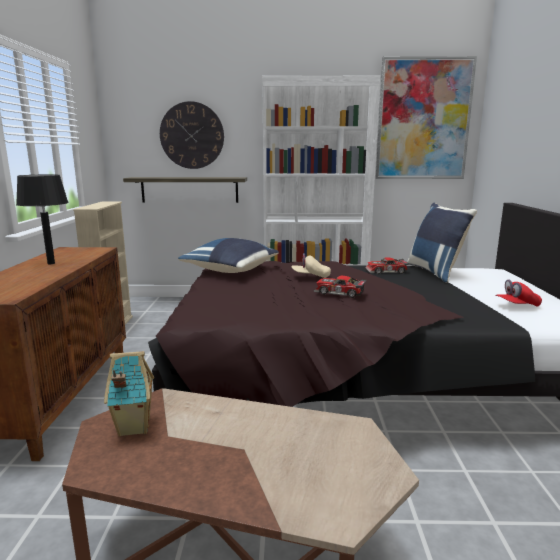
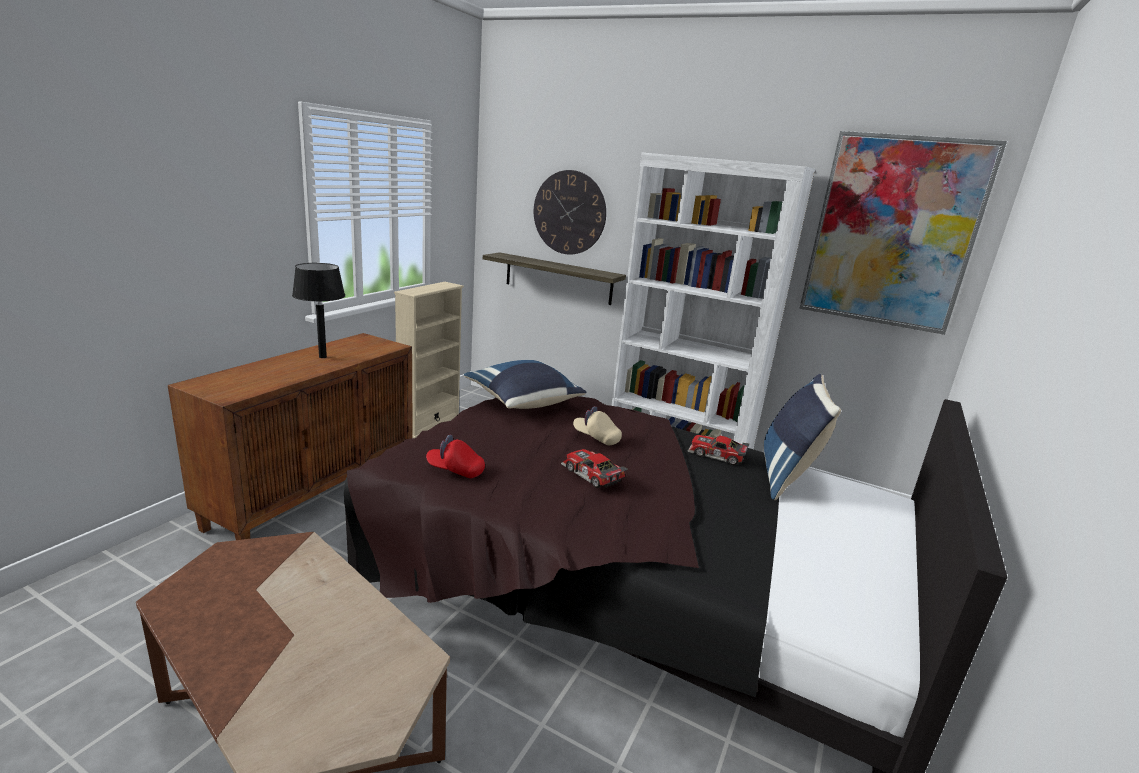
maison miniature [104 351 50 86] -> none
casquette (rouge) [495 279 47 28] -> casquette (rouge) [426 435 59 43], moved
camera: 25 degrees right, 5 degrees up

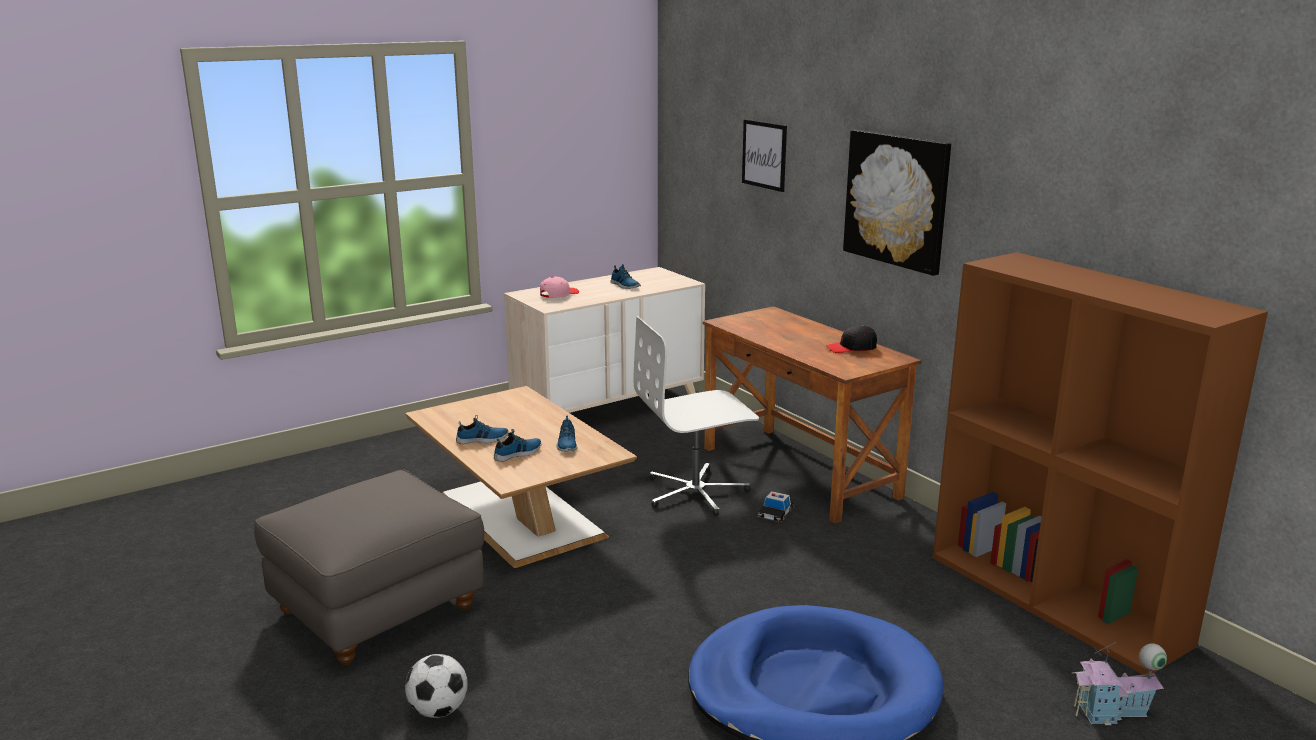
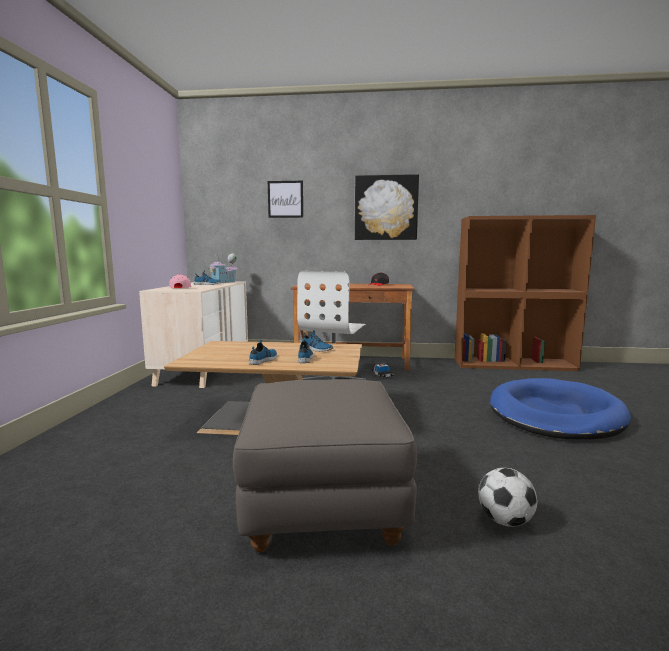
maison miniature [1072 642 95 83] -> maison miniature [208 252 30 32], moved
camera: 50 degrees left, 10 degrees down

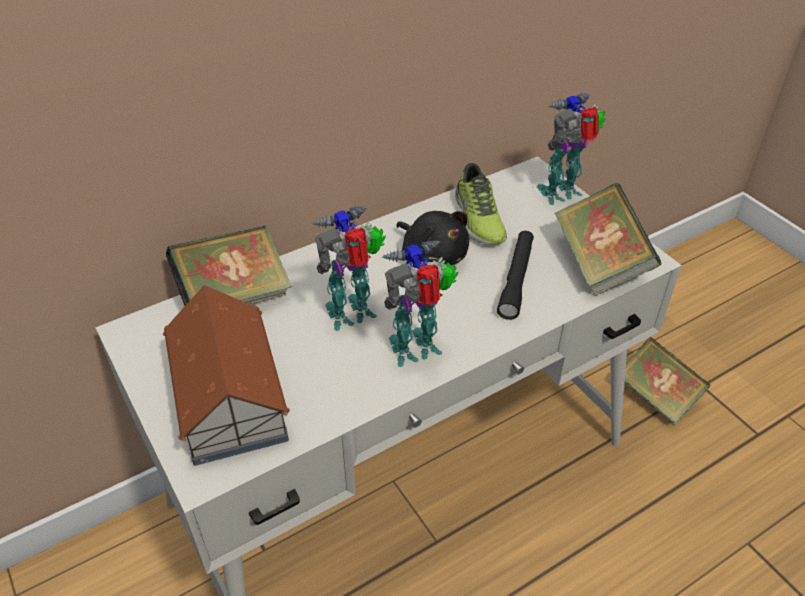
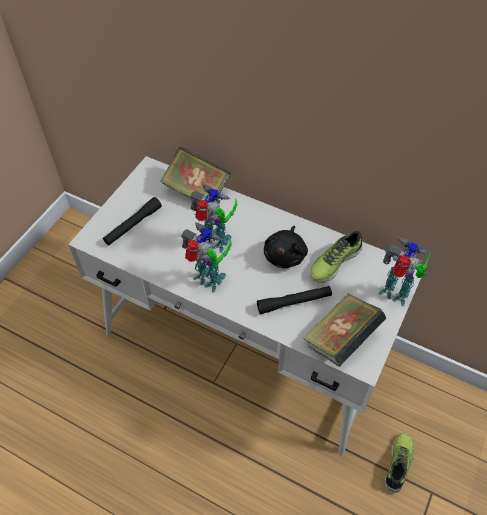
maison miniature [163 285 127 181] -> lampe de poche (noir) [103 197 59 48]
livre [625 337 85 88] -> chaussure [384 433 30 60]
camera: 60 degrees right, 10 degrees up

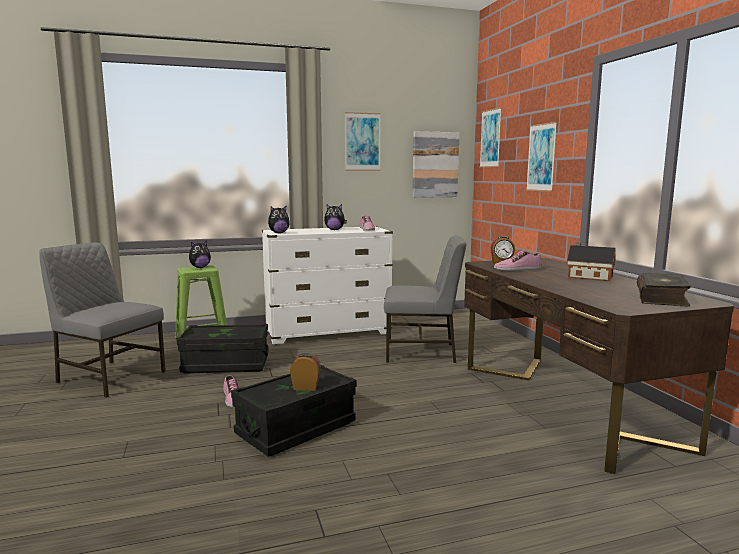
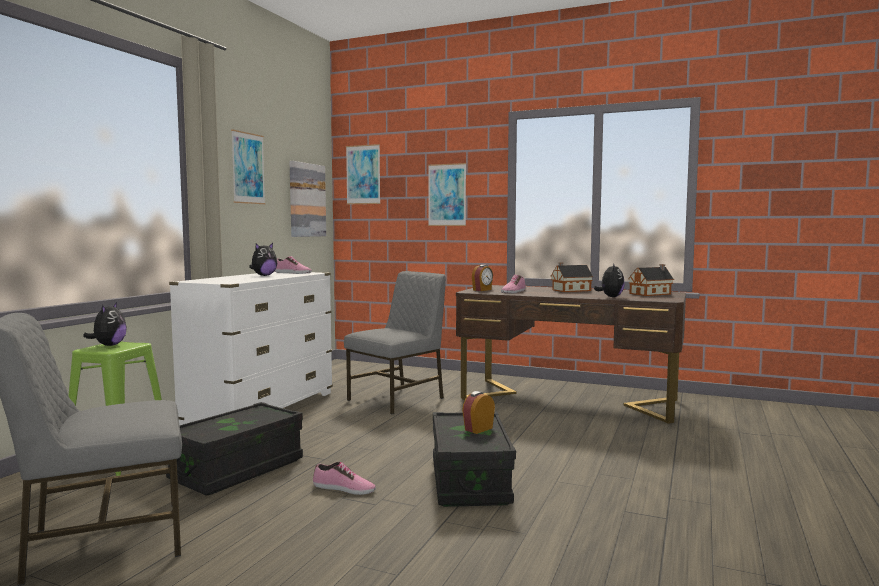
peluche [268 206 22 27] -> peluche [594 264 31 33], moved
livre [637 273 54 33] -> maison miniature [628 264 46 32]
camera: 50 degrees left, 5 degrees down

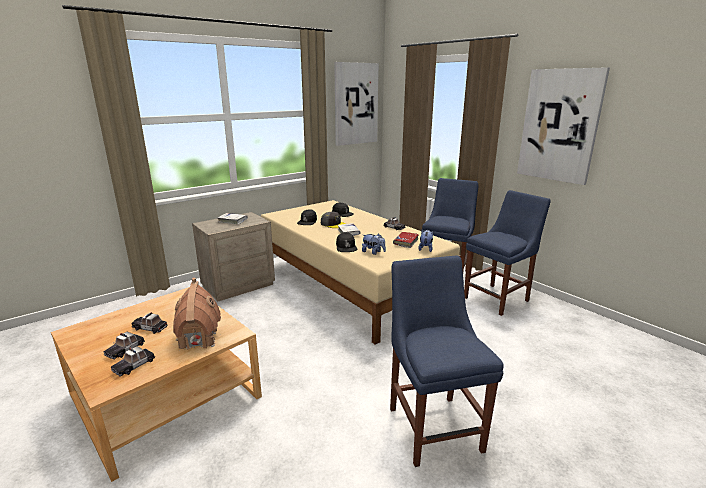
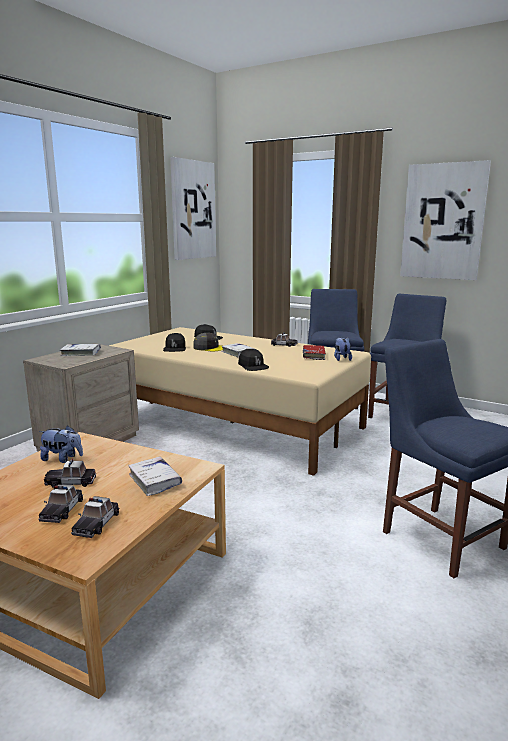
peluche [362 233 24 22] -> peluche [39 426 44 37], moved
maison miniature [173 278 48 72] -> livre (blanc) [128 457 54 39]
camera: 20 degrees left, 5 degrees down

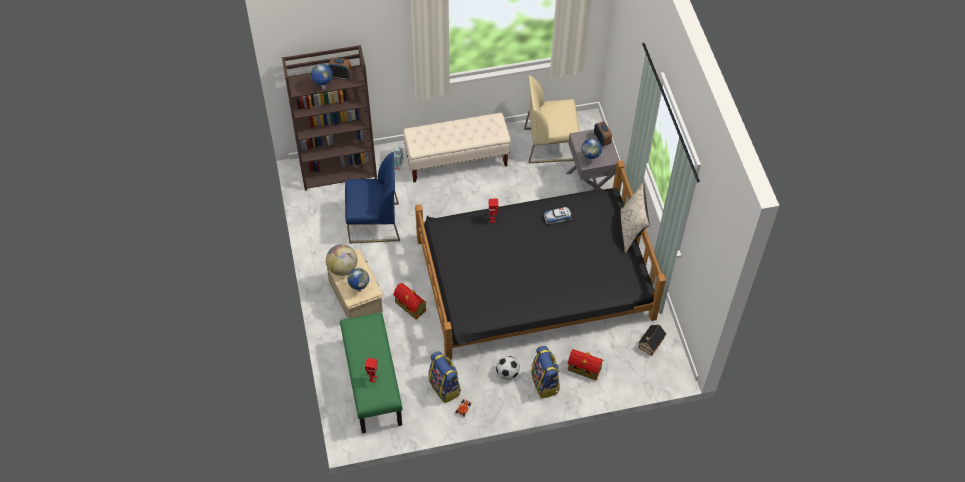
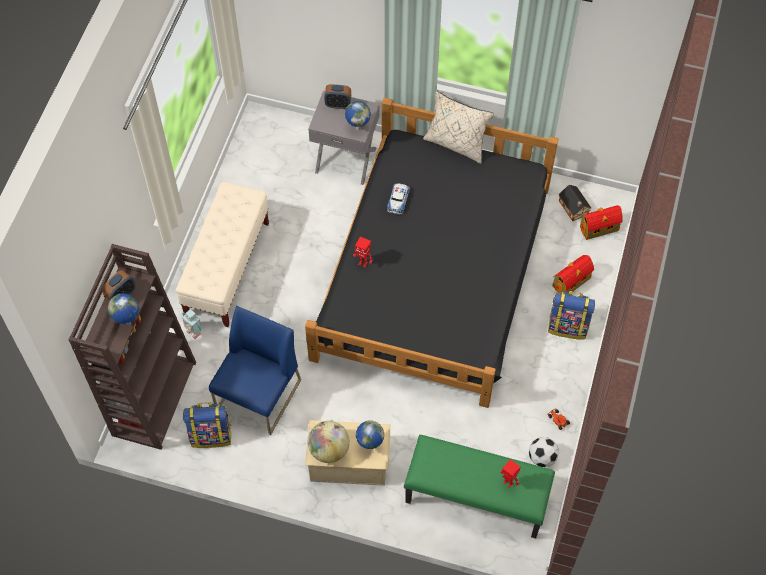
chaise (beige) [524 76 56 87] -> none
maison miniature [393 283 33 37] -> maison miniature [580 205 43 35], moved
sac à dos [428 351 33 52] -> sac à dos [183 402 49 46], moved
ballon de foot [496 356 24 24] -> ballon de foot [529 437 30 30], moved
camera: 60 degrees left, 5 degrees up

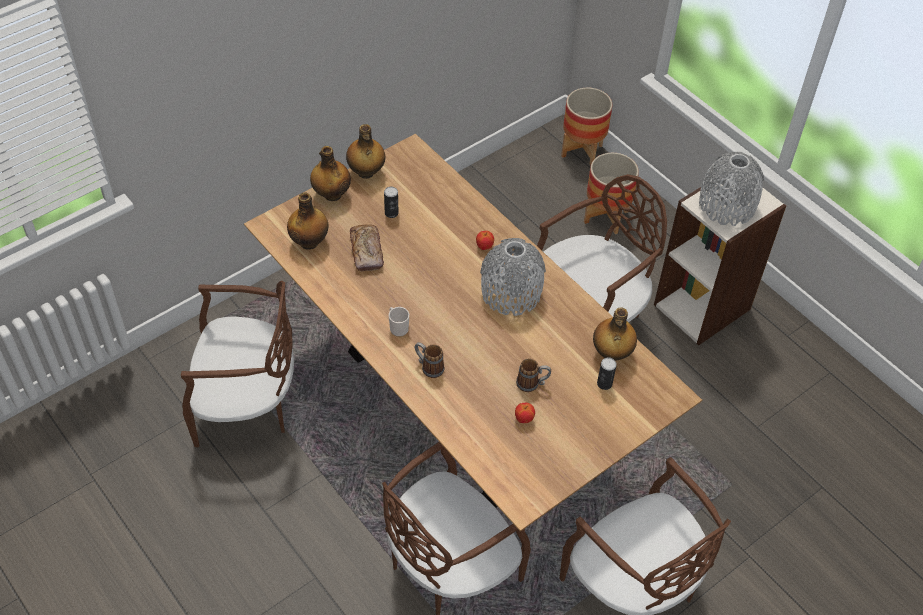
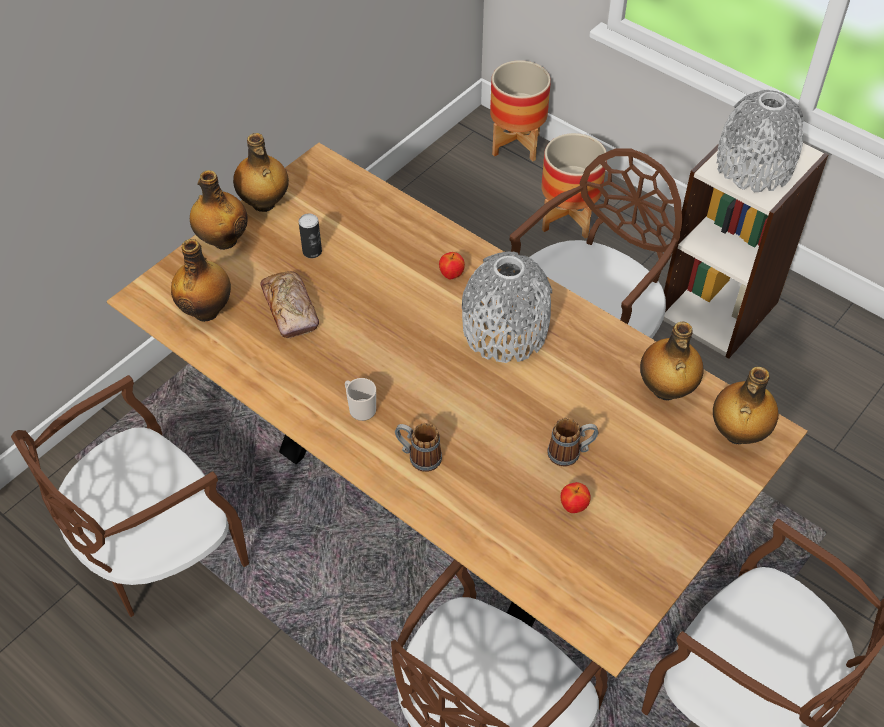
boîte métallique [597 357 20 33] -> none
none -> bouteille [713 367 65 77]
chaise (marron) [181 281 113 166] -> chaise (marron) [11 375 238 242], 150 degrees clockwise
camera: 10 degrees left, 0 degrees up

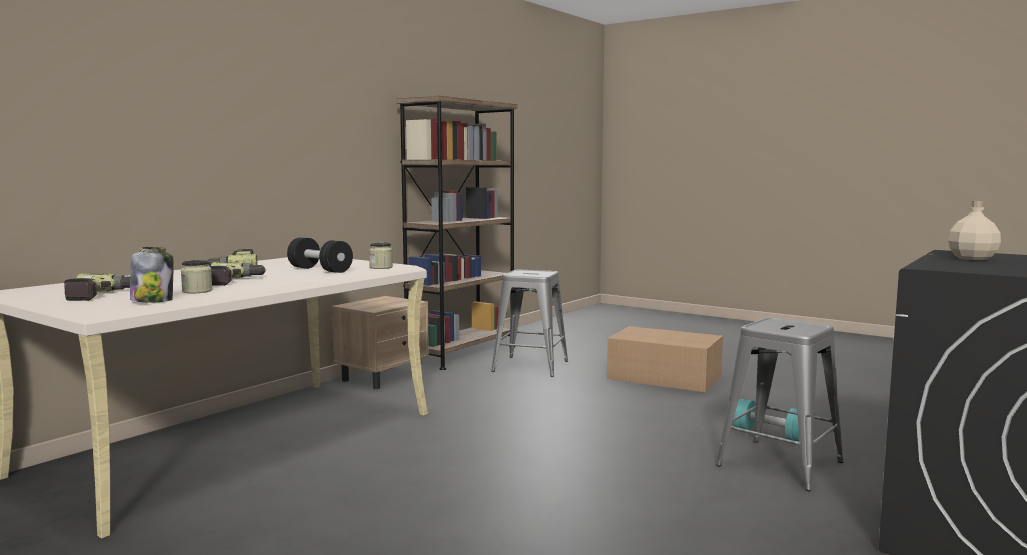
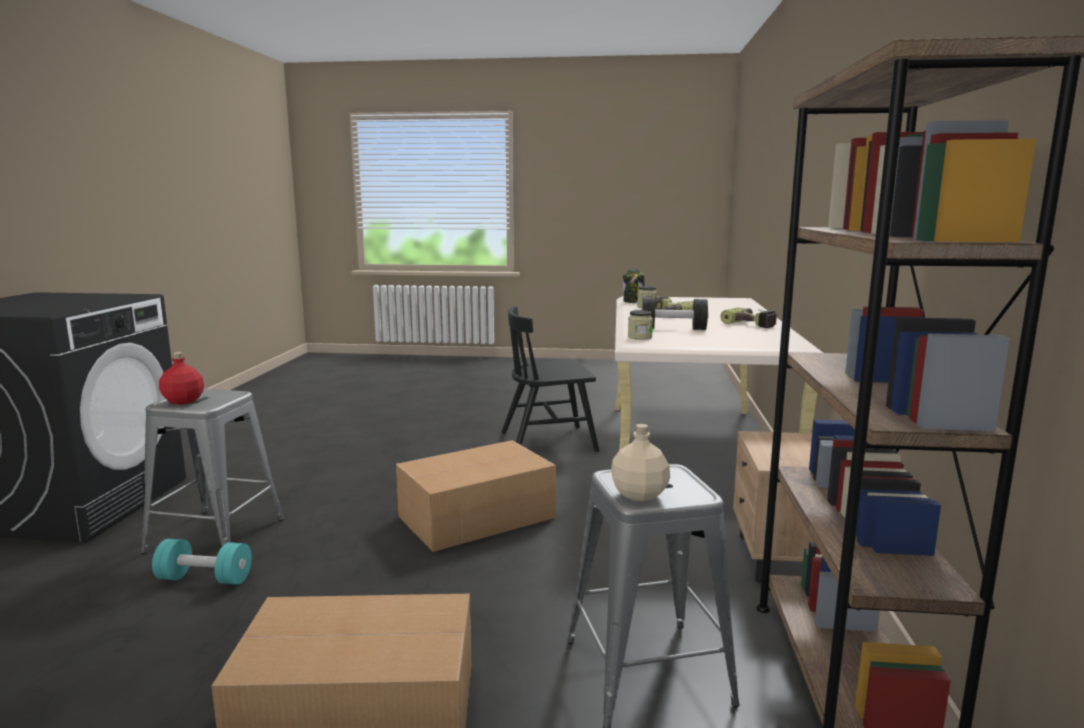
perceuse [64 273 66 28] -> none
none -> bouteille (rouge) [159 352 45 53]
none -> carton [396 440 160 112]
none -> chaise (noir) [501 306 98 146]
bouteille (beige) [948 201 53 59] -> bouteille (beige) [611 424 59 78], moved
camera: 150 degrees right, 5 degrees up

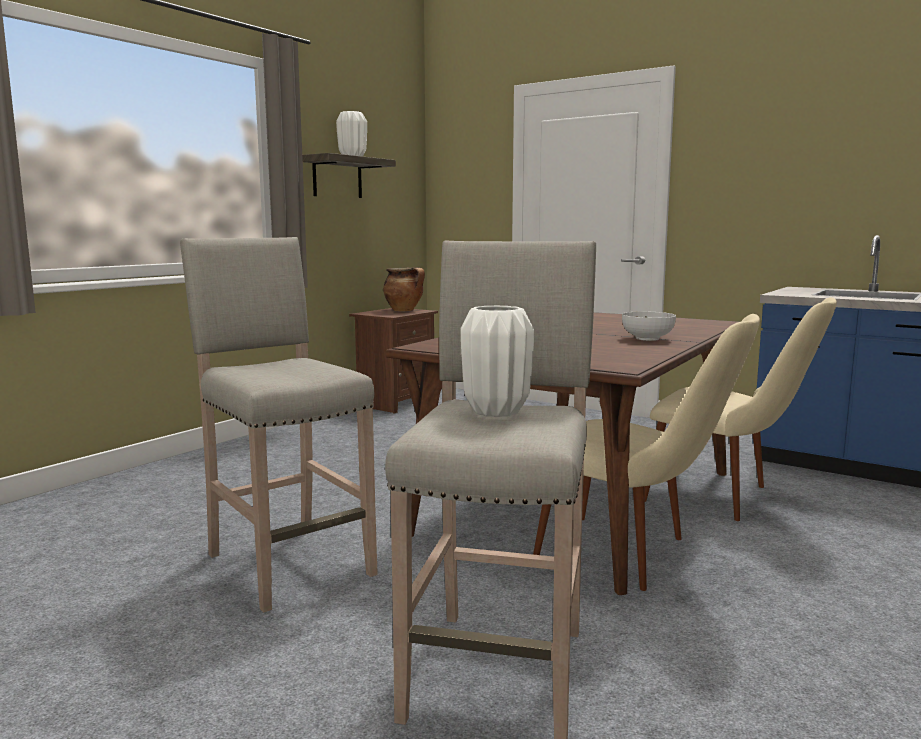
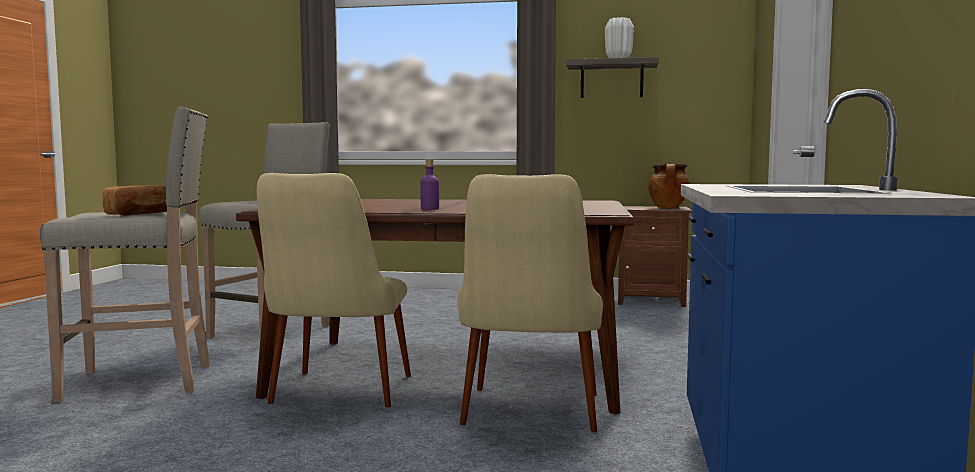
vase (blanc) [461 306 73 111] -> pain [102 185 65 31]
bol [622 311 54 30] -> bouteille (violet) [420 160 19 50]
camera: 65 degrees right, 5 degrees down

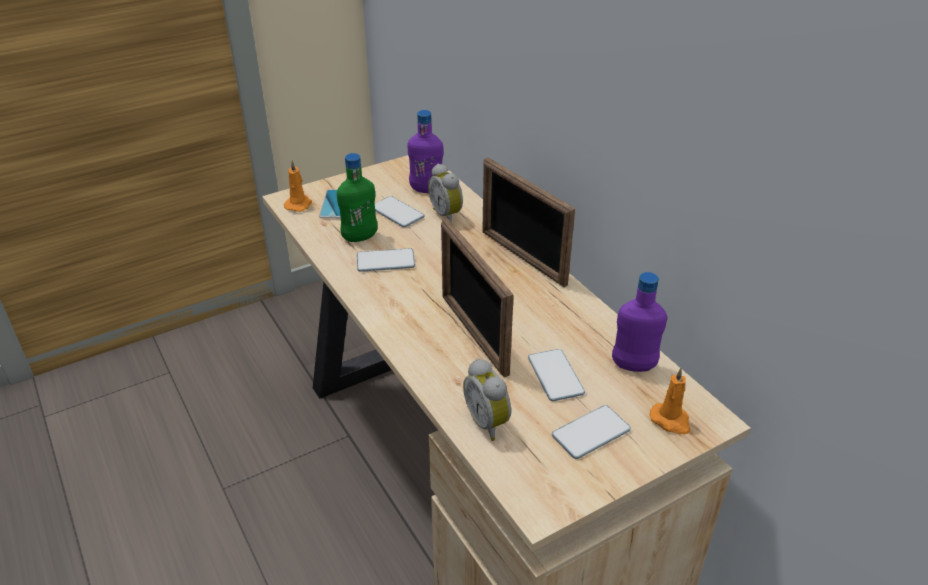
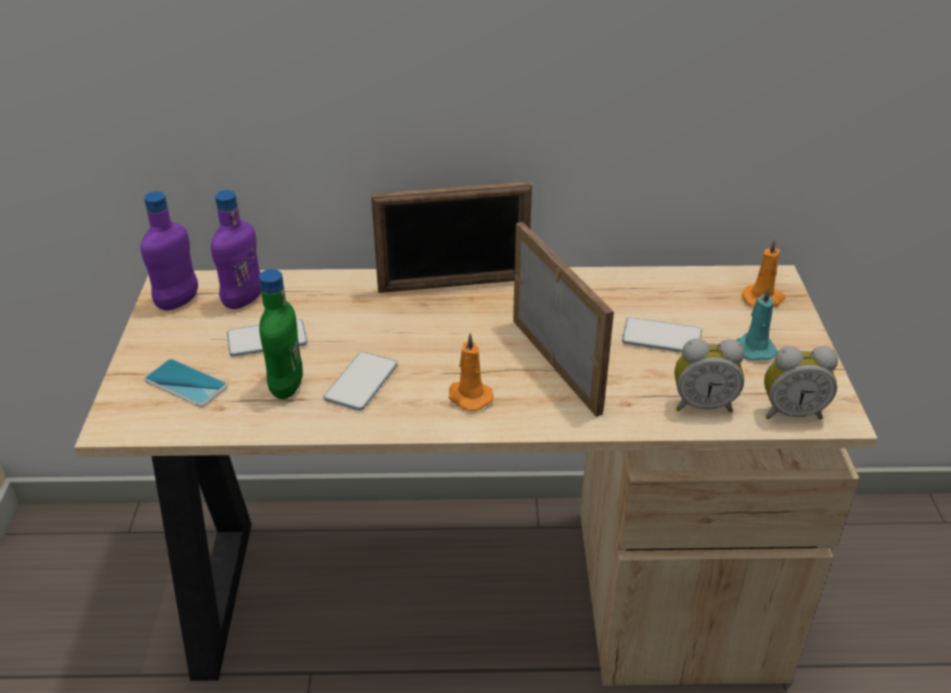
bougie (orange) [284 160 28 52] -> bougie (orange) [449 333 45 78], moved
réveil [428 163 35 60] -> réveil [764 346 74 73], moved
bouteille (violet) [612 272 55 100] -> bouteille (violet) [140 191 58 119], moved
téléphone [552 405 79 54] -> bougie (turquoise) [736 286 42 75]
cadre photo [441 218 73 159] -> cadre photo [513 222 101 195], 120 degrees counterclockwise
camera: 60 degrees left, 0 degrees up

